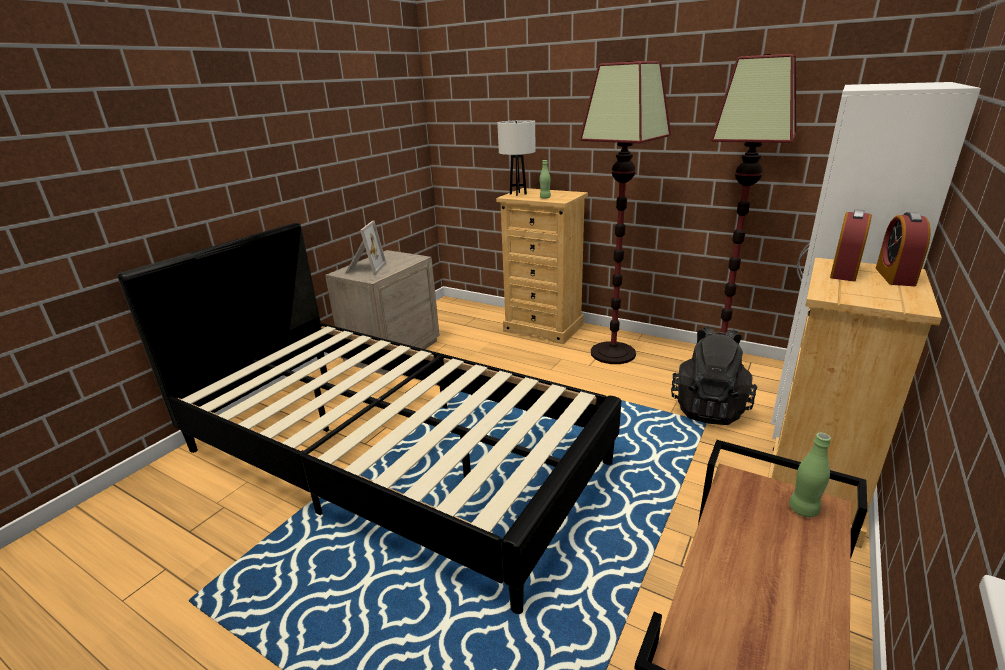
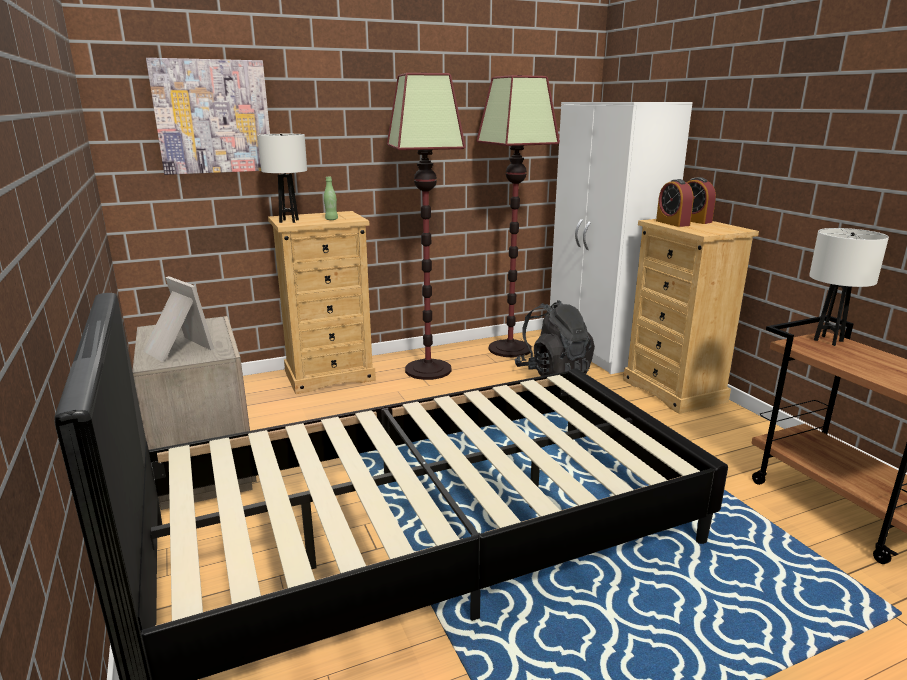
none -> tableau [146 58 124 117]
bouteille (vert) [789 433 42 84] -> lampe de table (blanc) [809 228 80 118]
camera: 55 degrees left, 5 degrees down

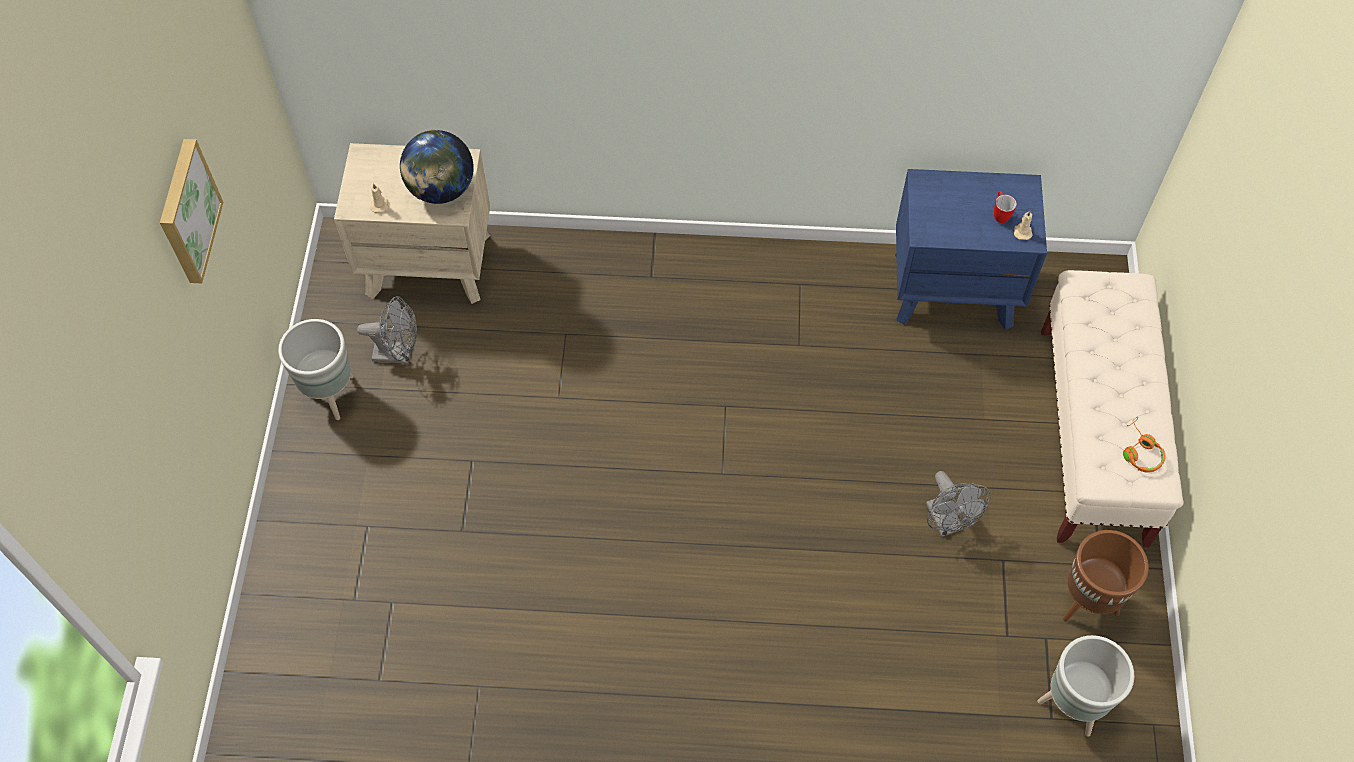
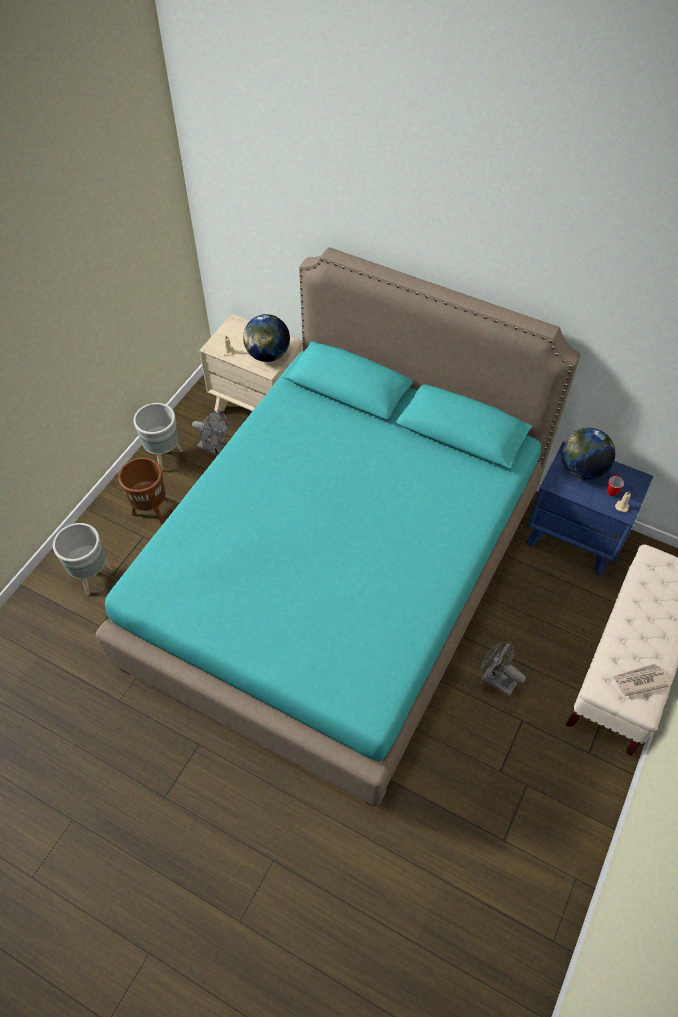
tableau [160 139 63 144] -> none
none -> lit (turquoise) [95 248 486 559]
none -> globe [561 428 54 52]
cache-pot (gris) [1037 635 97 102] -> cache-pot (gris) [53 523 59 72], moved
cache-pot (marron) [1063 530 86 92] -> cache-pot (marron) [118 458 48 66], moved
casque audio (orange) [1123 417 43 56] -> journal [613 663 57 33]
ventilateur (gris) [926 471 65 66] -> ventilateur (gris) [480 641 46 55], 120 degrees clockwise
camera: 25 degrees right, 5 degrees down

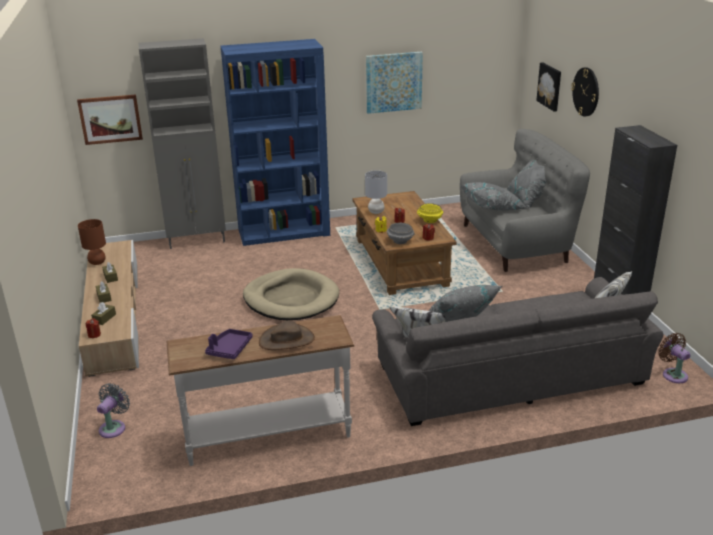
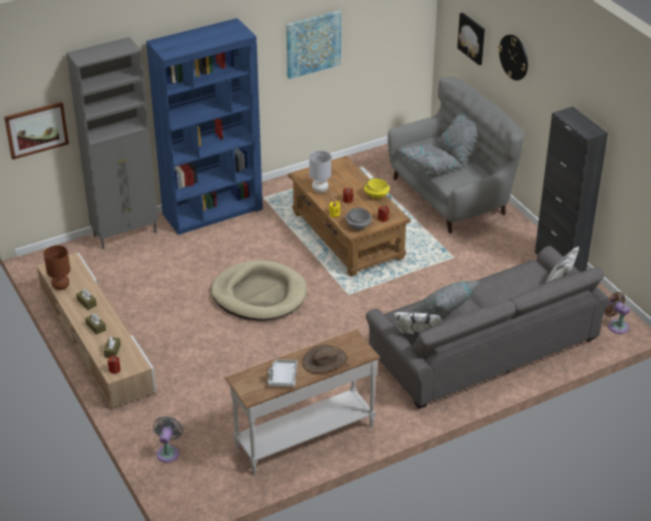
plateau (violet) [205 329 48 30] -> plateau (gris) [268 359 29 28]
camera: 15 degrees left, 10 degrees up

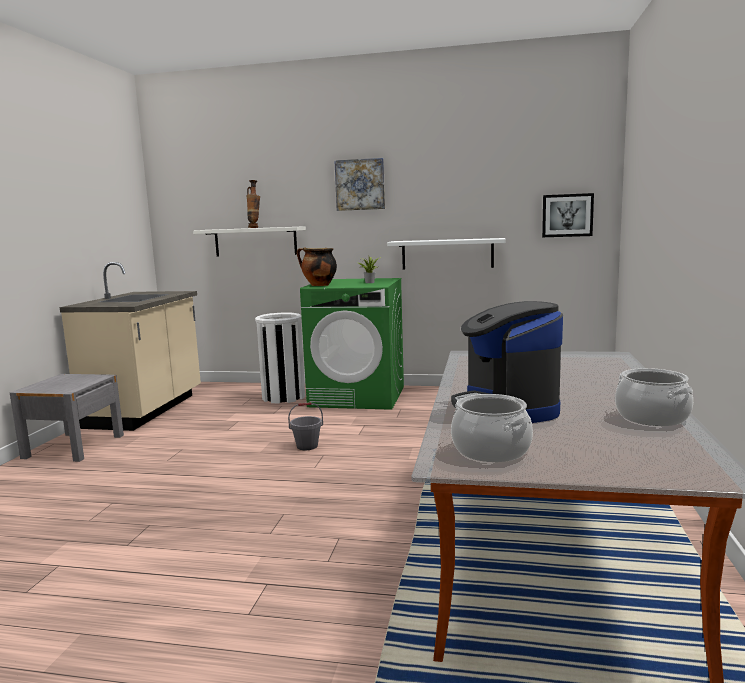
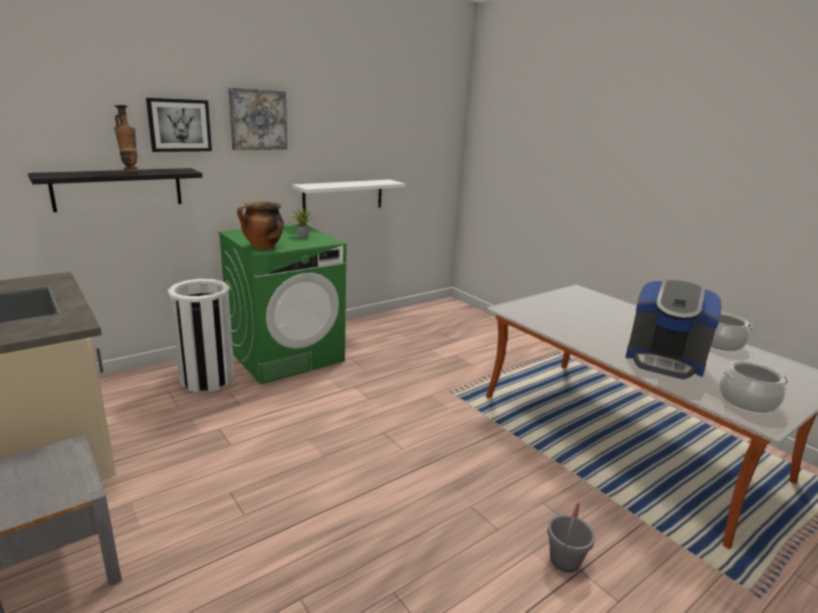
seau (gris) [288 402 35 48] -> seau (gris) [547 503 48 70], moved
tableau [542 193 52 44] -> tableau [146 98 66 54], moved
étagère (blanc) [193 226 113 31] -> étagère (noir) [28 168 175 44]
camera: 50 degrees left, 10 degrees up

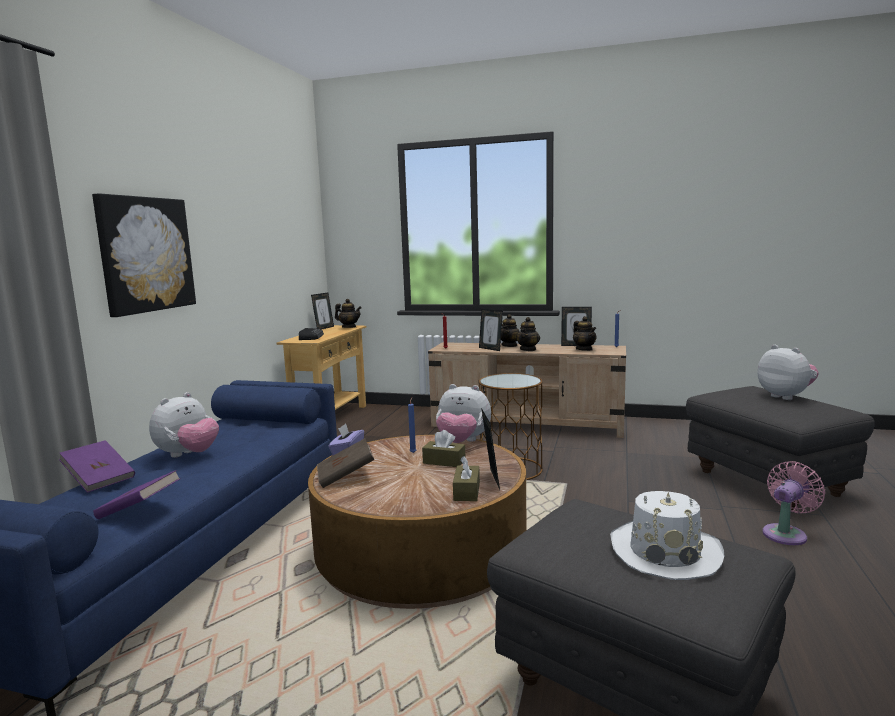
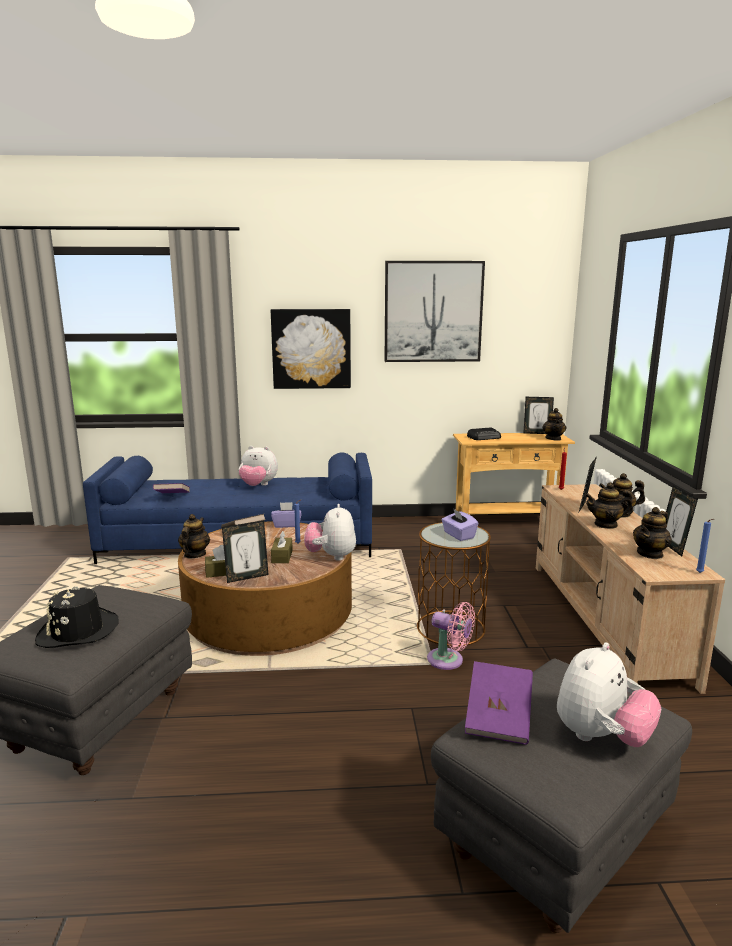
none -> théière [178 514 32 44]
none -> tableau [385 261 100 101]
none -> boîte à mouchoirs (violet) [441 508 37 33]
livre (violet) [59 440 76 53] -> livre (violet) [465 661 68 84], moved
ventilateur (rose) [762 461 63 84] -> ventilateur (rose) [427 602 48 68], moved
chapeau (blanc) [610 491 114 89] -> chapeau (noir) [35 586 84 62]
camera: 70 degrees right, 5 degrees up

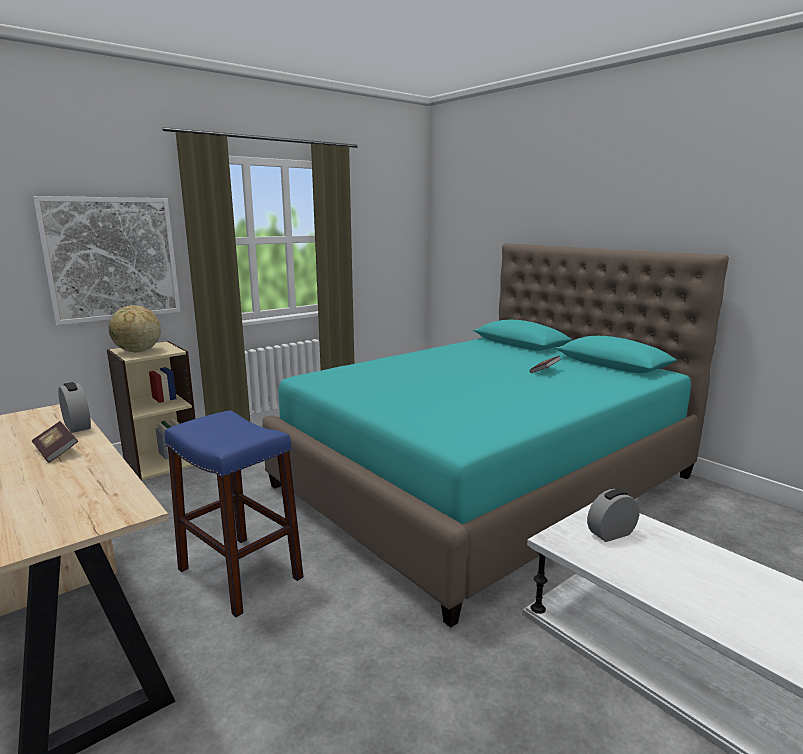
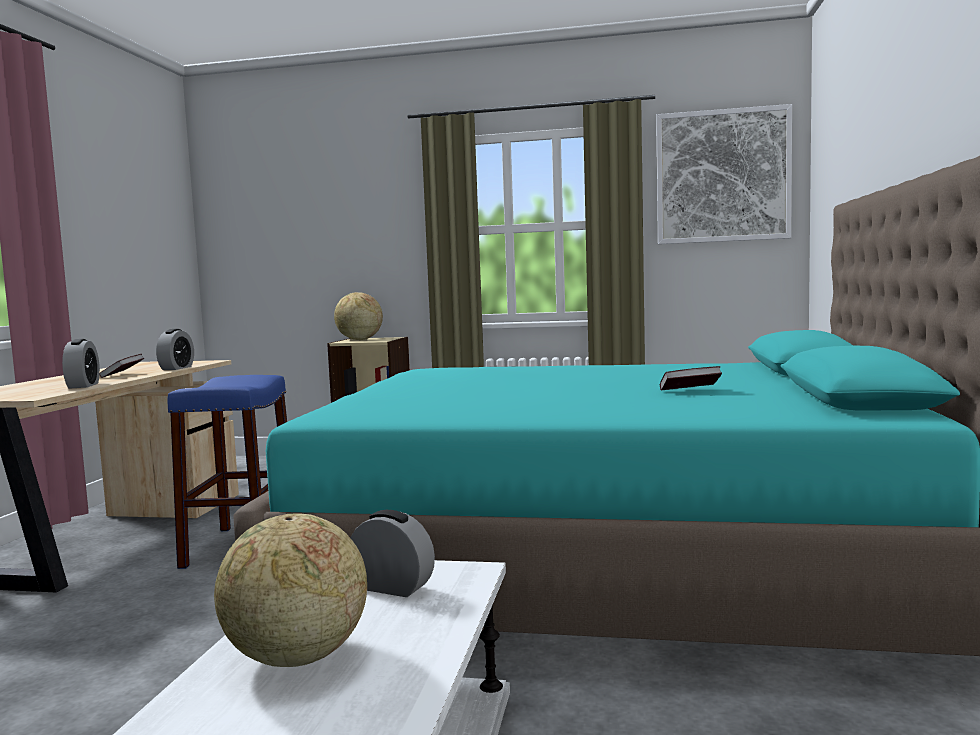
none -> réveil [62 339 38 50]
none -> globe [214 514 153 153]
tableau [32 196 149 129] -> tableau [656 104 136 140], moved
camera: 50 degrees right, 10 degrees down

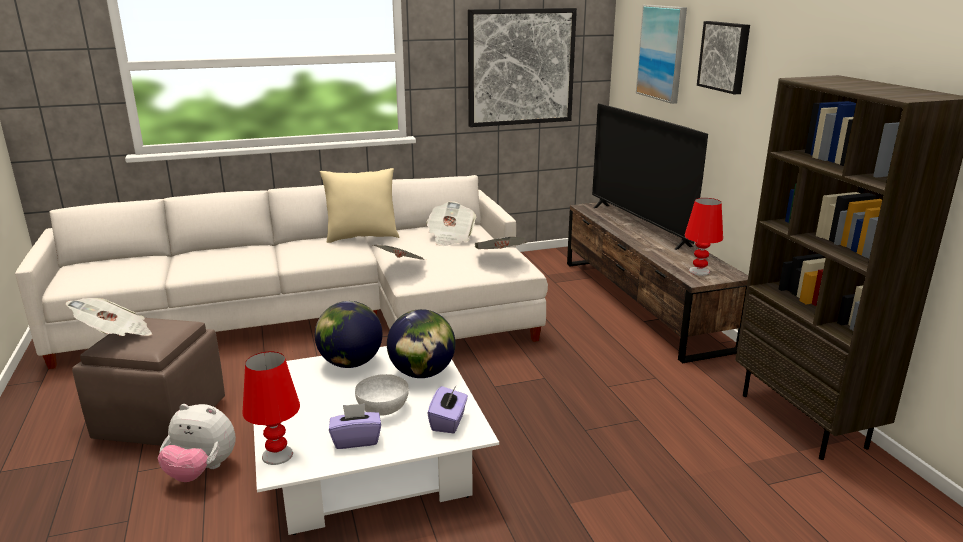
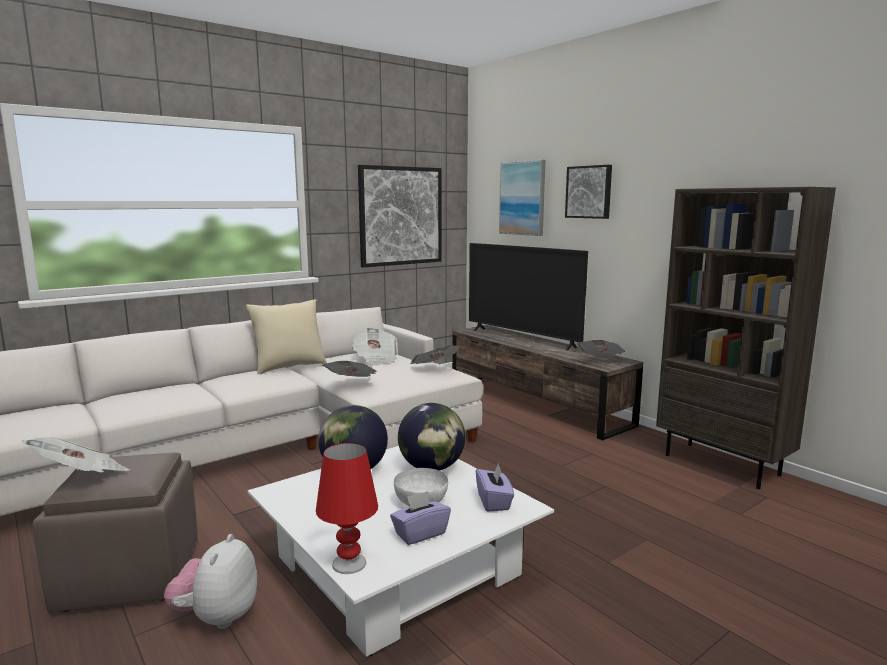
lampe de table (rouge) [685 198 38 78] -> journal [576 340 49 17]
peluche [158 404 78 78] -> peluche [164 534 93 95], 105 degrees clockwise
camera: 20 degrees left, 10 degrees down

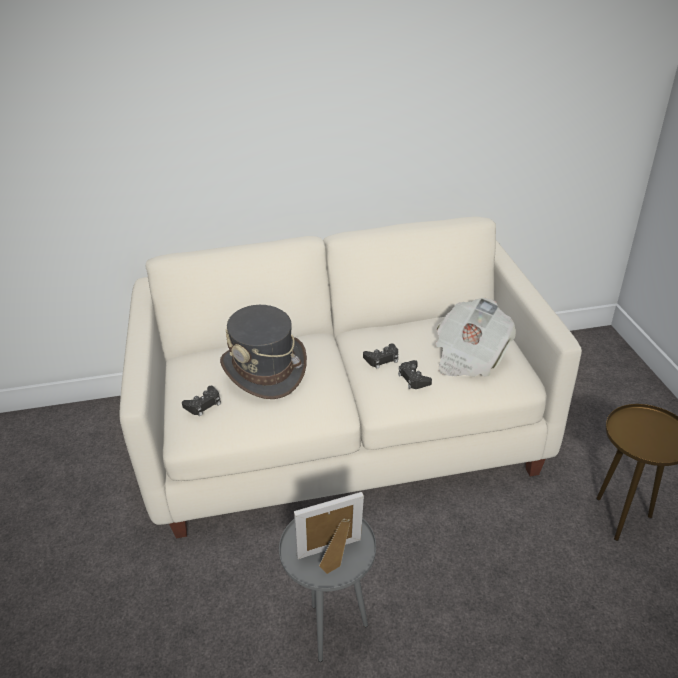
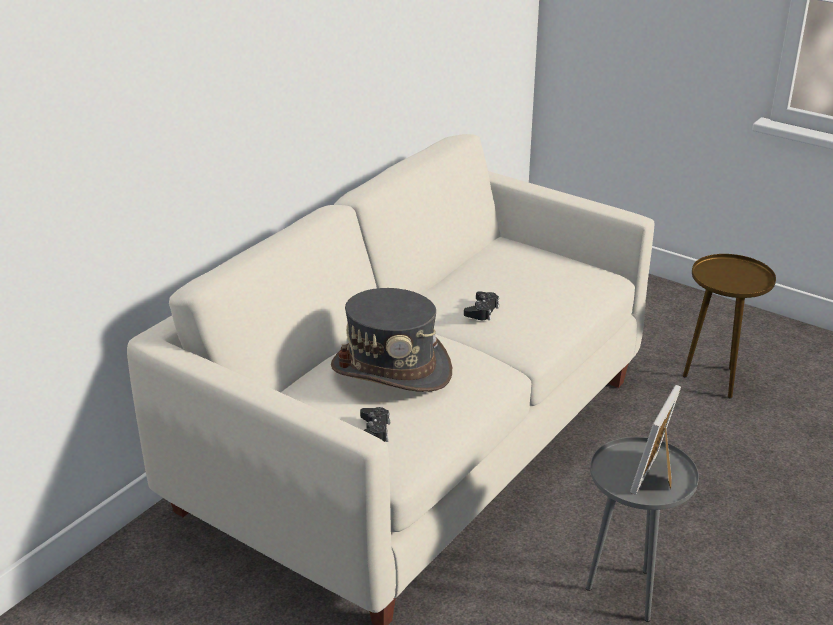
manette (noir) [398 360 34 29] -> none
journal [435 298 81 79] -> none
camera: 45 degrees left, 5 degrees down

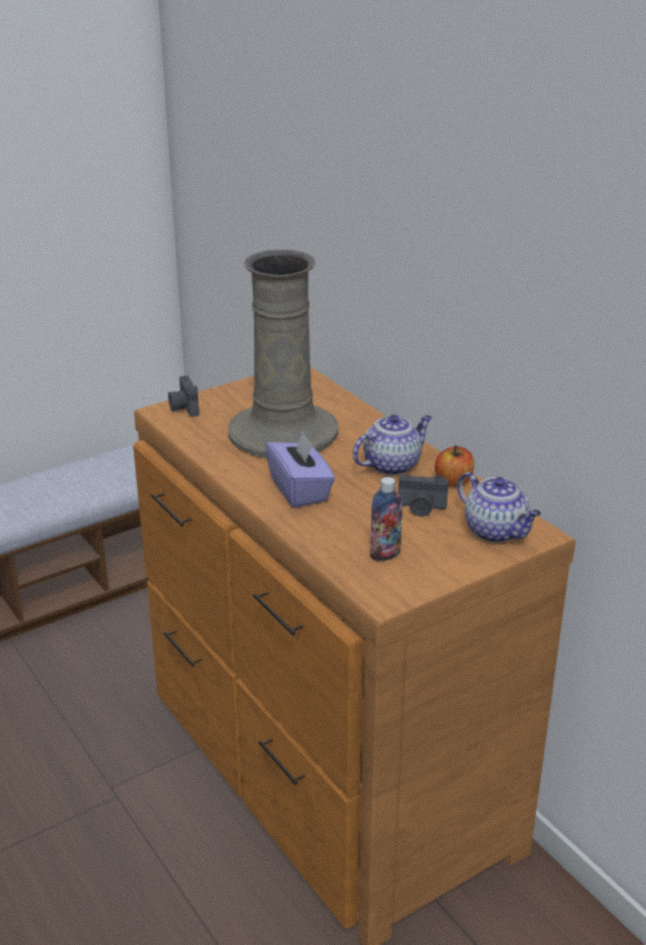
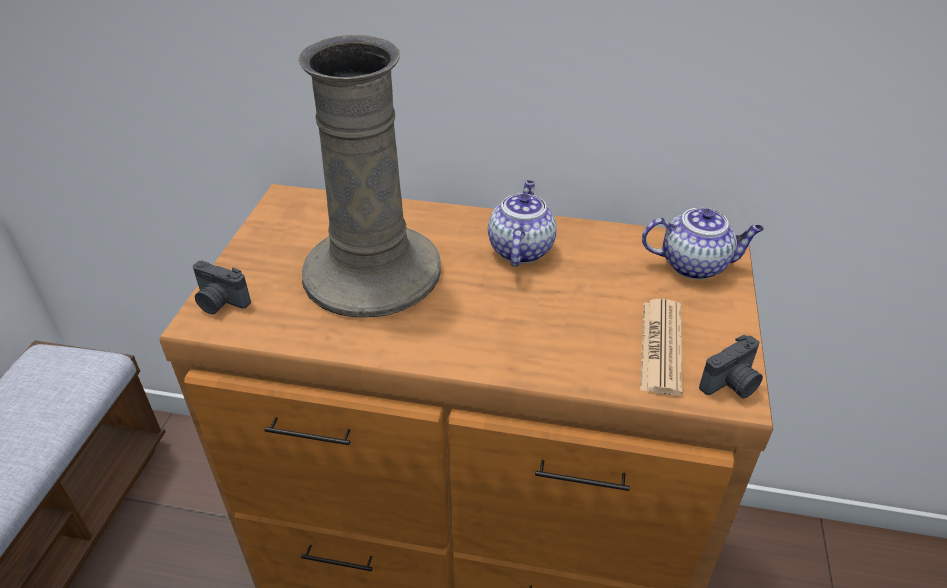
boîte à mouchoirs (violet) [265 431 70 77] -> none
pomme [435 445 39 42] -> none
appareil photo [398 475 50 41] -> appareil photo [699 335 64 64], moved
bouteille [370 477 33 84] -> journal [640 299 42 97]
camera: 45 degrees left, 10 degrees up

